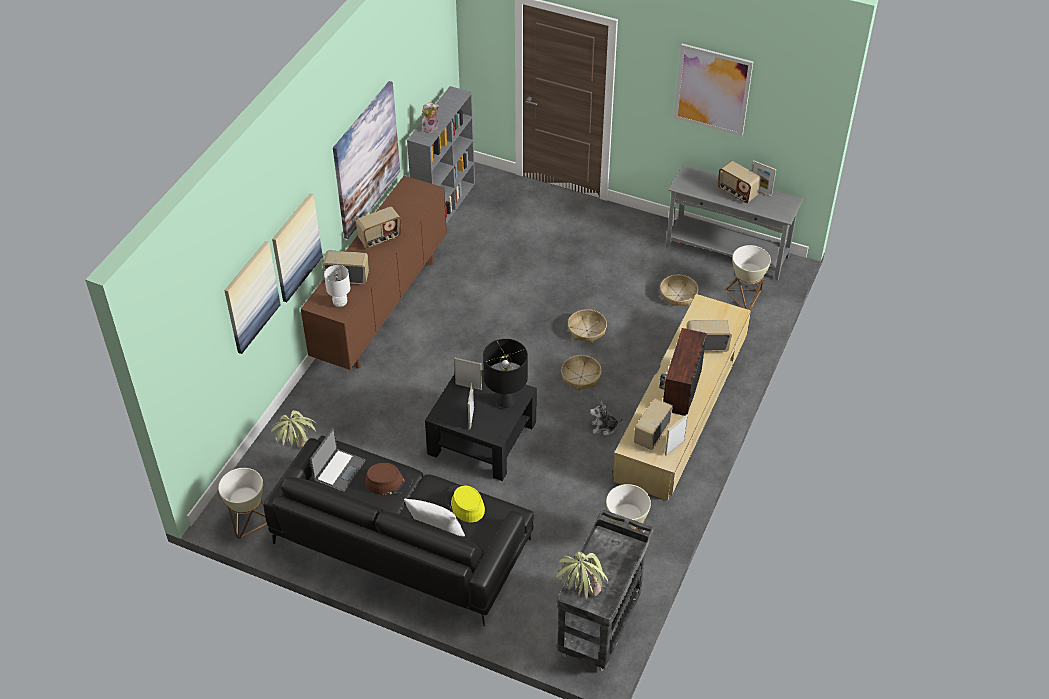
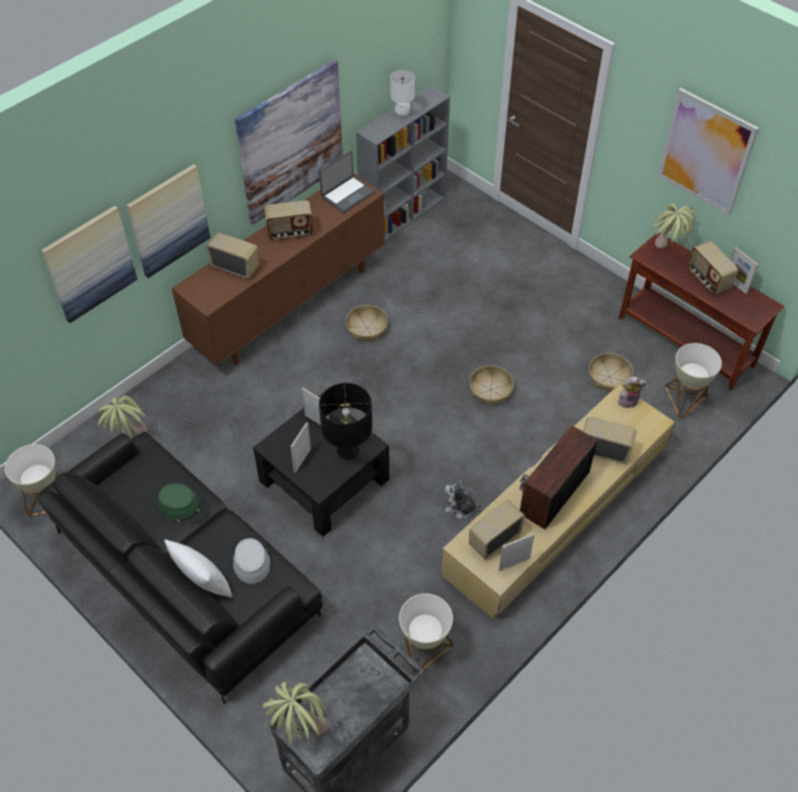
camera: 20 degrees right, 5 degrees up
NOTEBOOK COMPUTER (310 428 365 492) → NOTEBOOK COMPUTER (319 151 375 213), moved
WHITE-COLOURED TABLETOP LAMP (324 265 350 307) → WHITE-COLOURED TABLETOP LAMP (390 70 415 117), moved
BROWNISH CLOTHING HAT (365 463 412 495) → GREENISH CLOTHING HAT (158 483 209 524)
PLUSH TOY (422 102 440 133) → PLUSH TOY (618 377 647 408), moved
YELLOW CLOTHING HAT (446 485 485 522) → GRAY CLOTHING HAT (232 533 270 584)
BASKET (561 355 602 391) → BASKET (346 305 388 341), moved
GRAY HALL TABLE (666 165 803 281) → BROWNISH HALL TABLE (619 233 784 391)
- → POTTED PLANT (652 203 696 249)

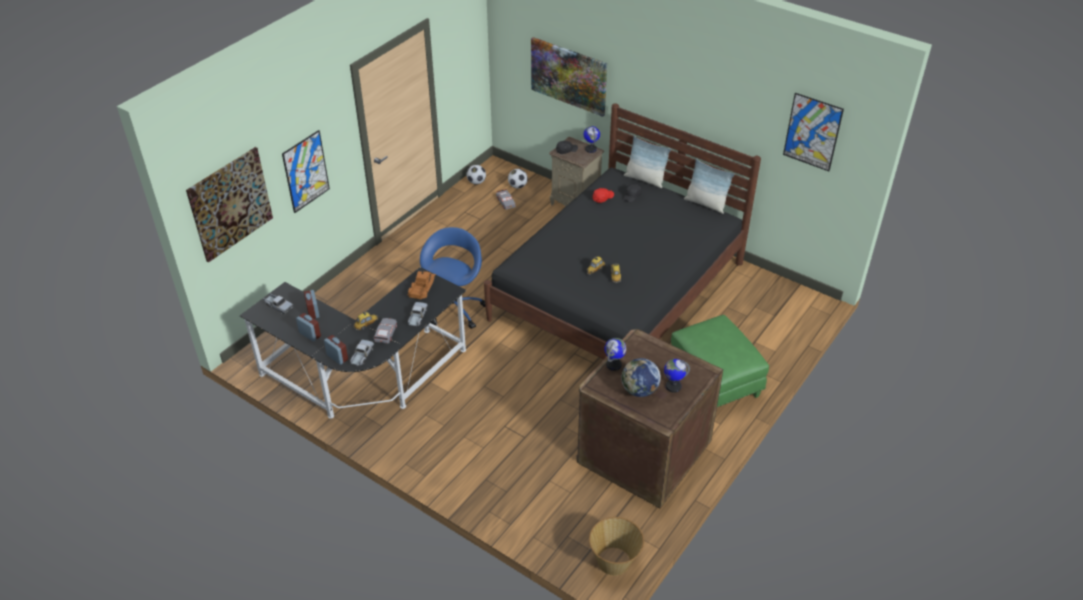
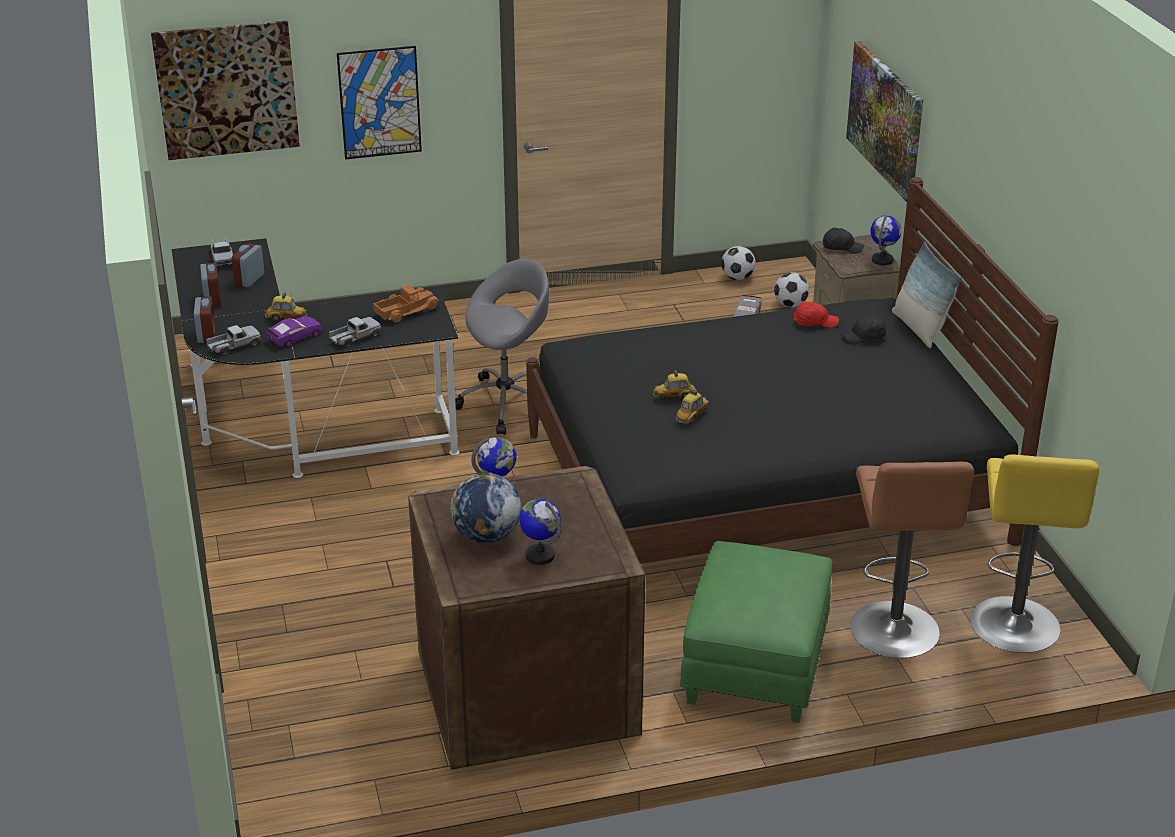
camera: 40 degrees right, 10 degrees down
GRAY MINIATURE CAR (374 318 397 344) → PURPLISH MINIATURE CAR (265 316 322 347)
BLUISH OFFICE CHAIR (420 227 485 329) → GRAY OFFICE CHAIR (455 258 549 435)
BASKET (589 517 644 576) → -
CUSHION (684 159 735 214) → -
WALL PICTURE (783 93 844 171) → -
- → BROWNISH STOOL (850 462 974 658)
- → YELLOW STOOL (970 454 1099 653)

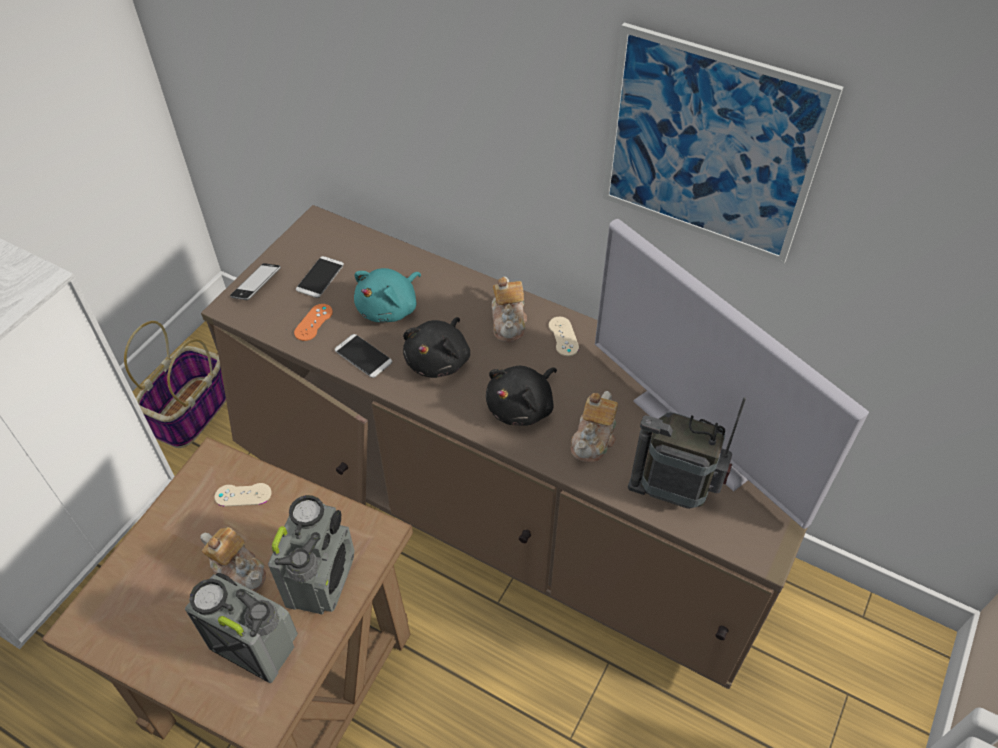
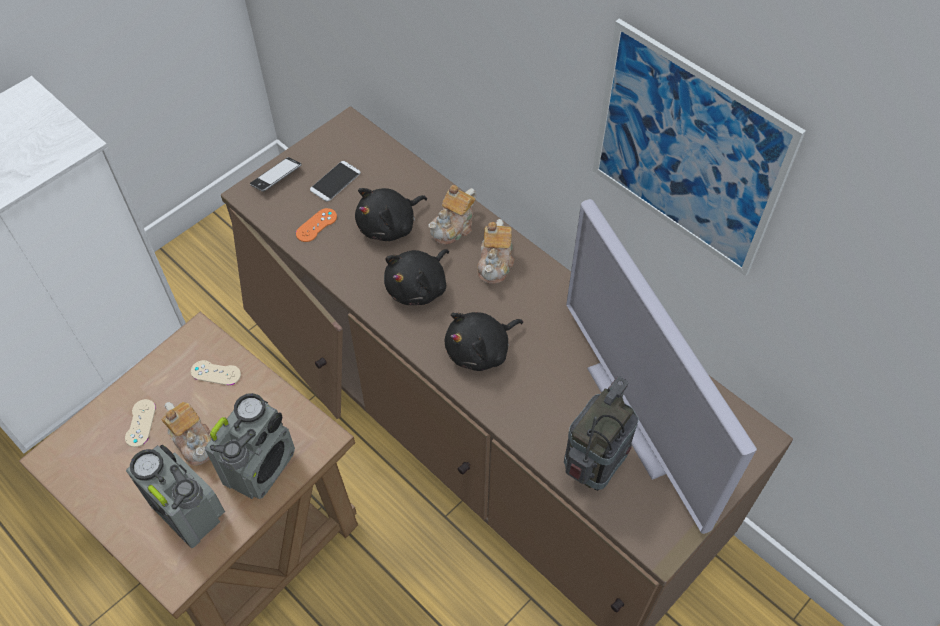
camera: 15 degrees right, 5 degrees up
BASKET (124 321 226 448) → -
HANDSET (335 334 392 378) → -
TURQUOISE PLUSH TOY (354 268 421 322) → BLACK PLUSH TOY (355 188 427 241)
SAND-COLOURED GAMEPAD (549 317 579 356) → SAND-COLOURED GAMEPAD (125 399 156 447), moved
TEAPOT (571 391 618 463) → TEAPOT (428 185 476 245), moved
RADIO SET (628 397 746 509) → RADIO SET (564 377 639 491), 90 degrees clockwise

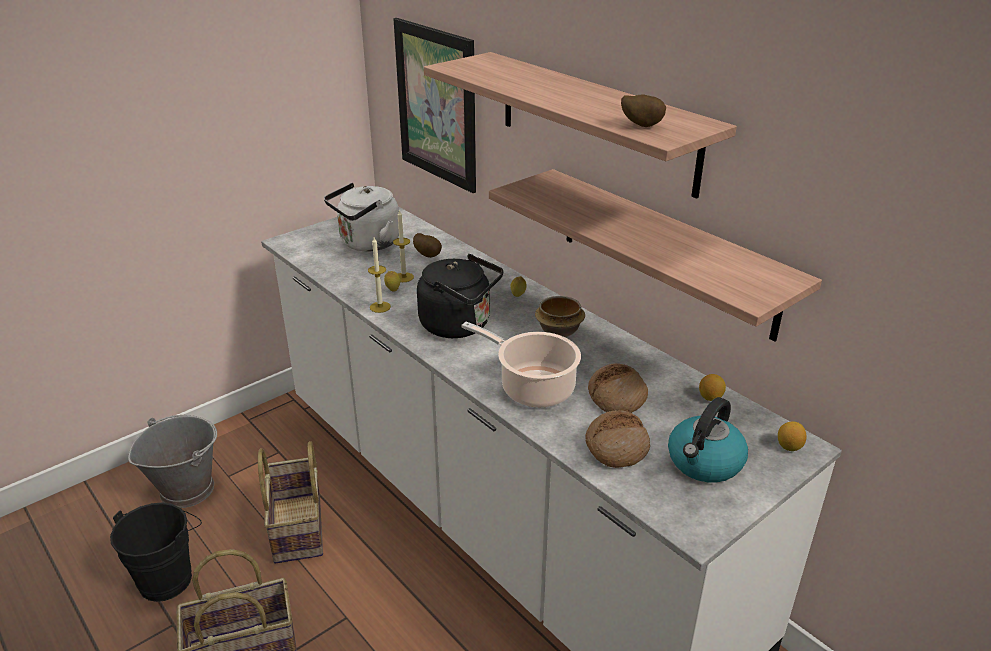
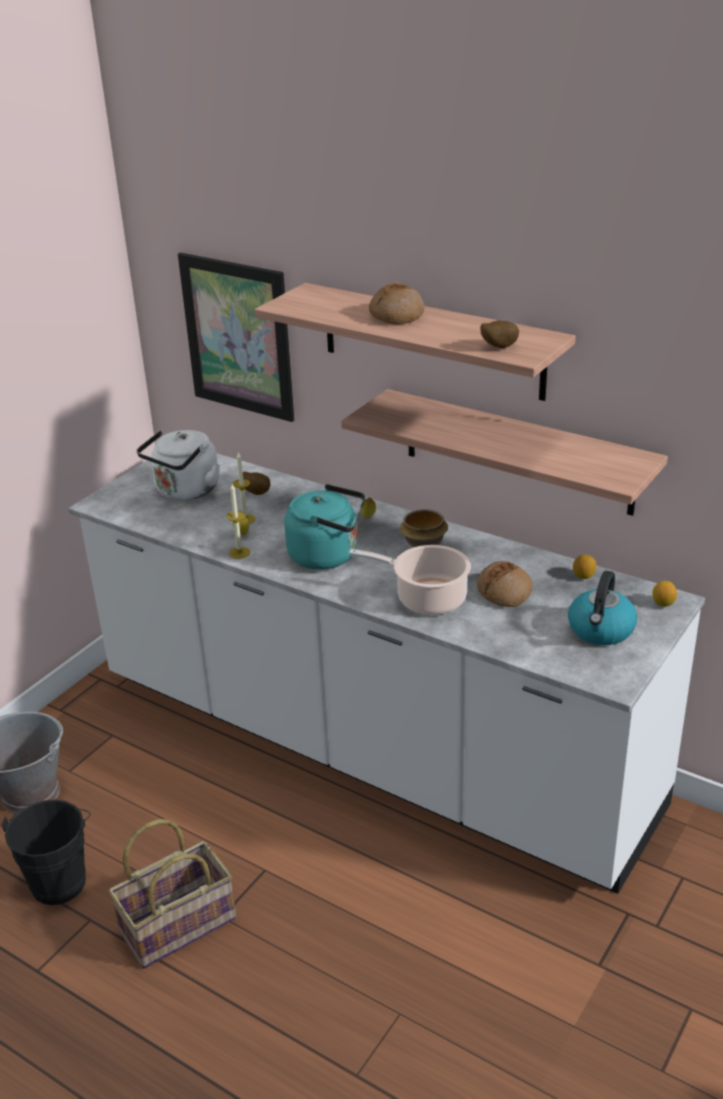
camera: 15 degrees left, 0 degrees up
BASKET (258 441 323 563) → -
BLACK KETTLE (417 254 504 338) → TURQUOISE KETTLE (284 484 365 570)
BAKED BREAD (585 410 650 468) → BAKED BREAD (369 282 424 325), moved

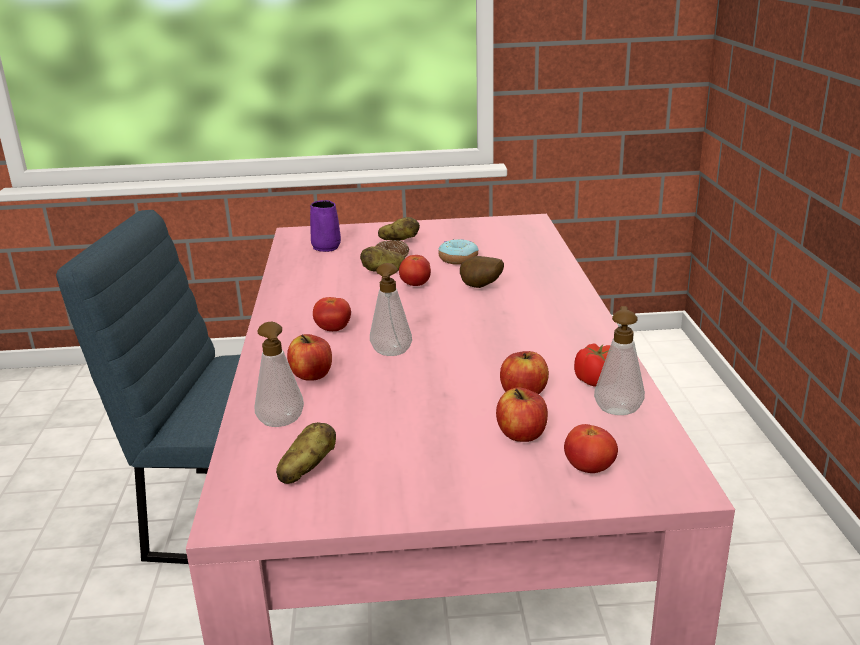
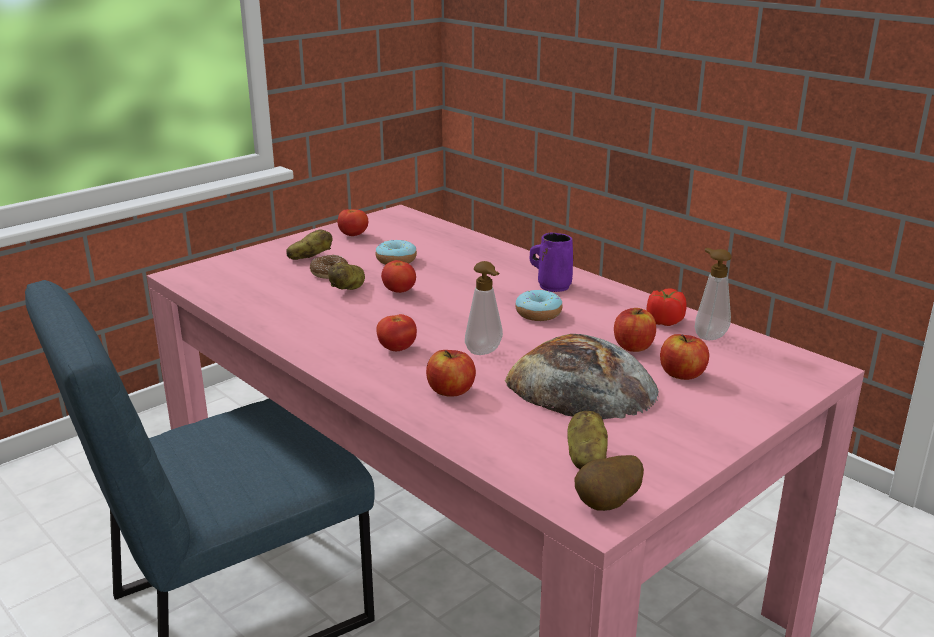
camera: 40 degrees left, 0 degrees up
LIQUID SOAP BOTTLE (254 322 304 427) → -
PURPLISH TEA MUG (310 200 341 252) → PURPLISH TEA MUG (530 233 573 292), moved
POTATO (460 256 504 288) → POTATO (575 455 644 511), moved
WHOLE TOMATO (564 424 618 473) → WHOLE TOMATO (338 209 368 236), moved
- → BAKED BREAD (505 334 659 419)
- → DONUT (515 290 563 321)

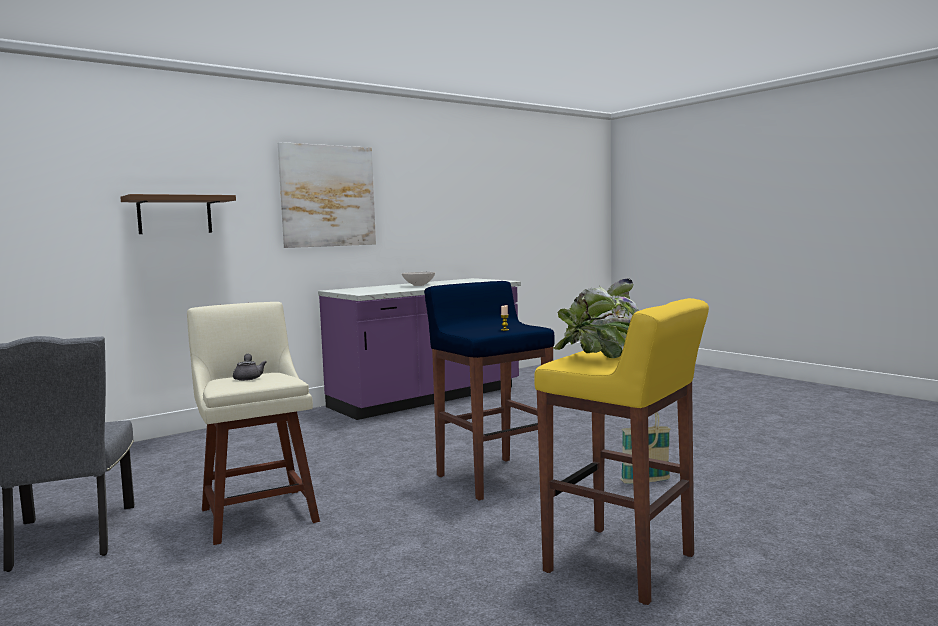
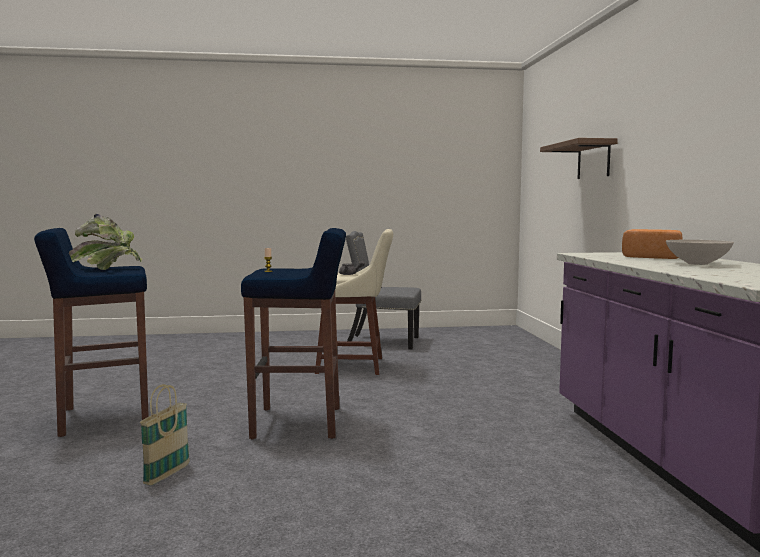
camera: 120 degrees right, 0 degrees up
WALL PICTURE (278 142 376 248) → -
YELLOW STOOL (534 298 709 605) → BLUISH STOOL (34 228 149 437)
- → BAKED BREAD (622 229 683 259)

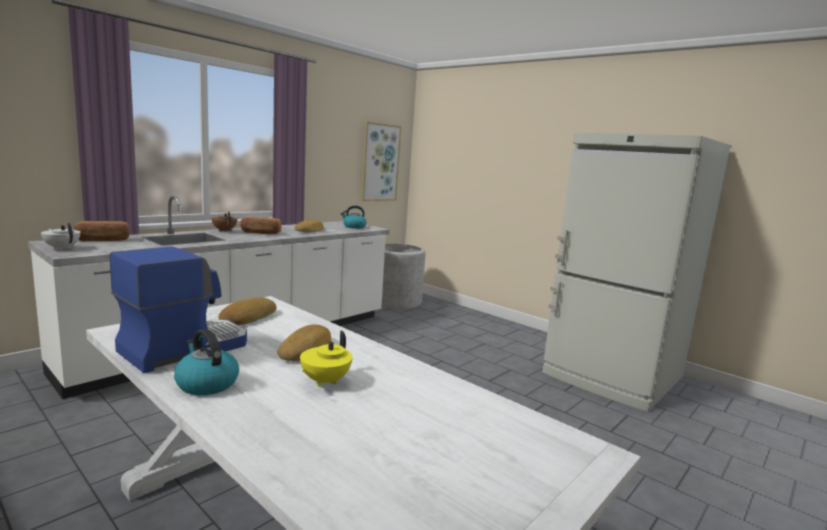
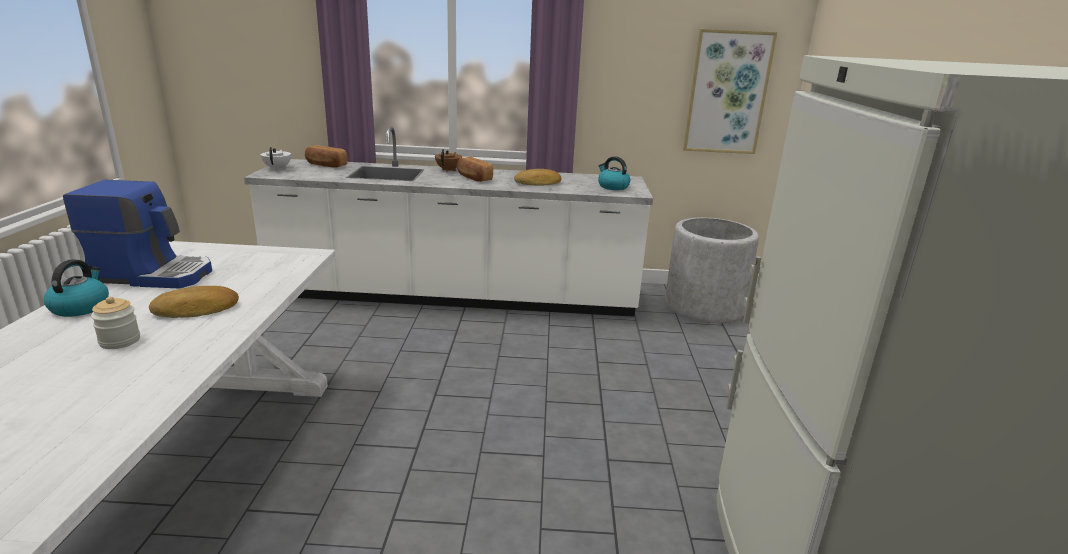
camera: 50 degrees right, 10 degrees up
BAKED BREAD (218 297 277 325) → -
YELLOW TEAPOT (300 330 353 387) → STORAGE JAR (91 297 140 349)

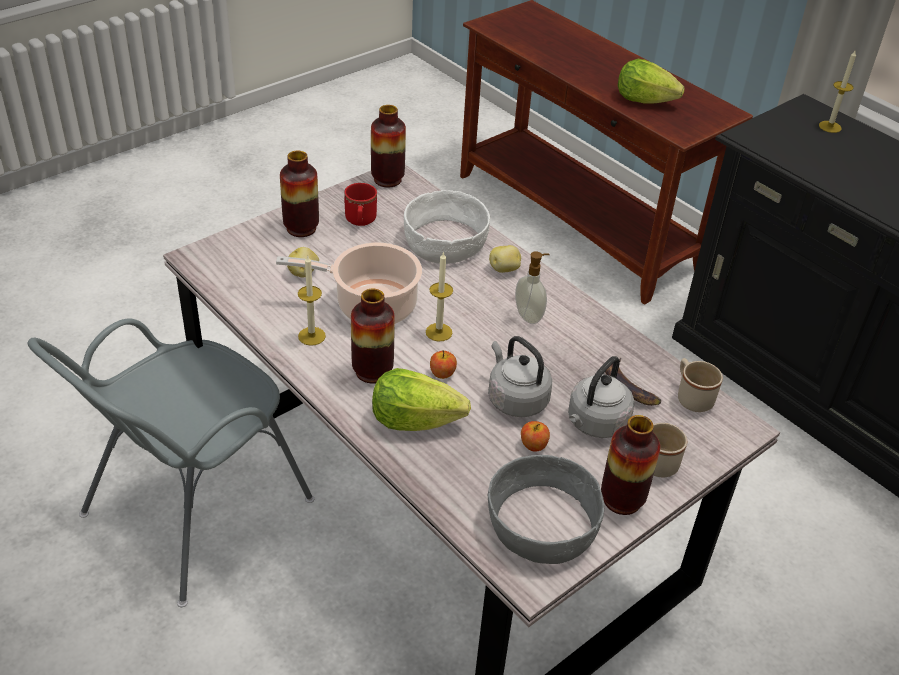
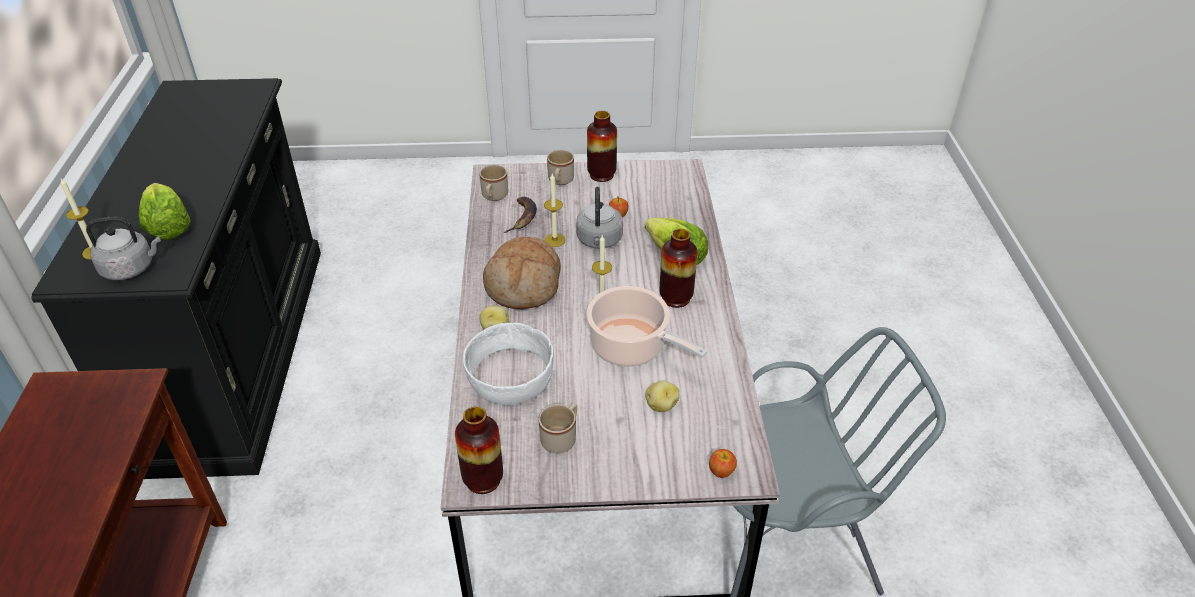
camera: 140 degrees left, 0 degrees up
VASE (280 151 319 237) → -
WAX LIGHT (298 256 326 346) → WAX LIGHT (544 174 566 247), moved
RED TEA MUG (344 183 377 226) → SAND-COLOURED TEA MUG (539 403 577 453)
APPLE FRUIT (430 350 457 379) → APPLE FRUIT (709 449 737 478), moved
GRAY BOWL (488 455 604 564) → -
LIQUID SOAP BOTTLE (515 251 550 324) → BAKED BREAD (483 237 561 309)
GRAY KETTLE (568 356 634 438) → GRAY KETTLE (86 217 161 280), moved
LETTUCE HEAD (618 59 684 104) → LETTUCE HEAD (139 183 190 240), moved

